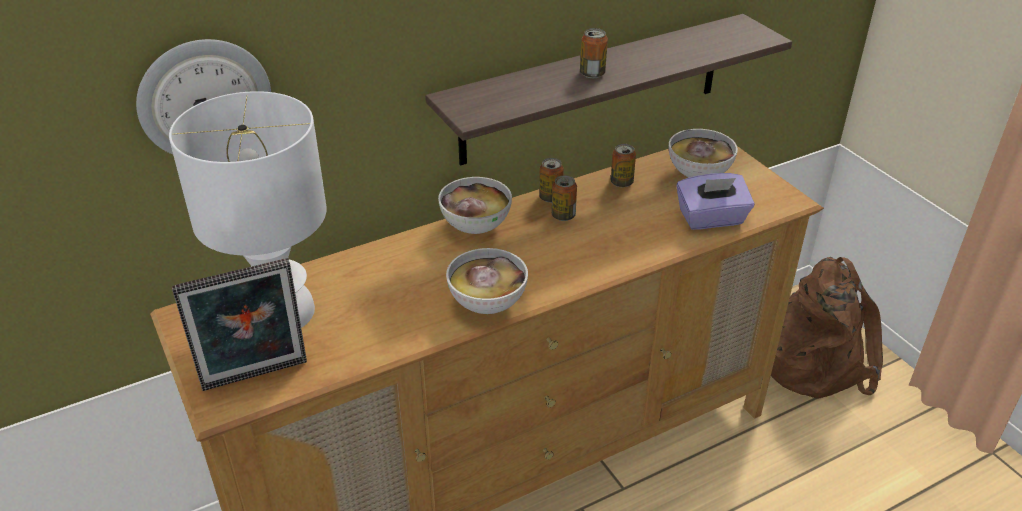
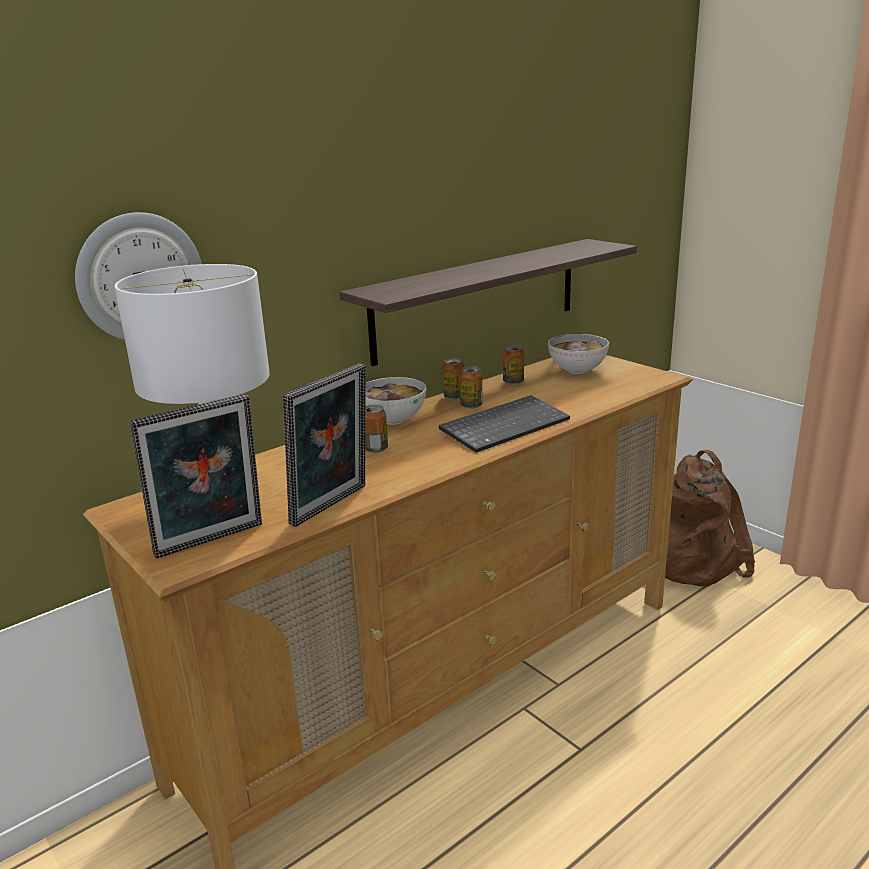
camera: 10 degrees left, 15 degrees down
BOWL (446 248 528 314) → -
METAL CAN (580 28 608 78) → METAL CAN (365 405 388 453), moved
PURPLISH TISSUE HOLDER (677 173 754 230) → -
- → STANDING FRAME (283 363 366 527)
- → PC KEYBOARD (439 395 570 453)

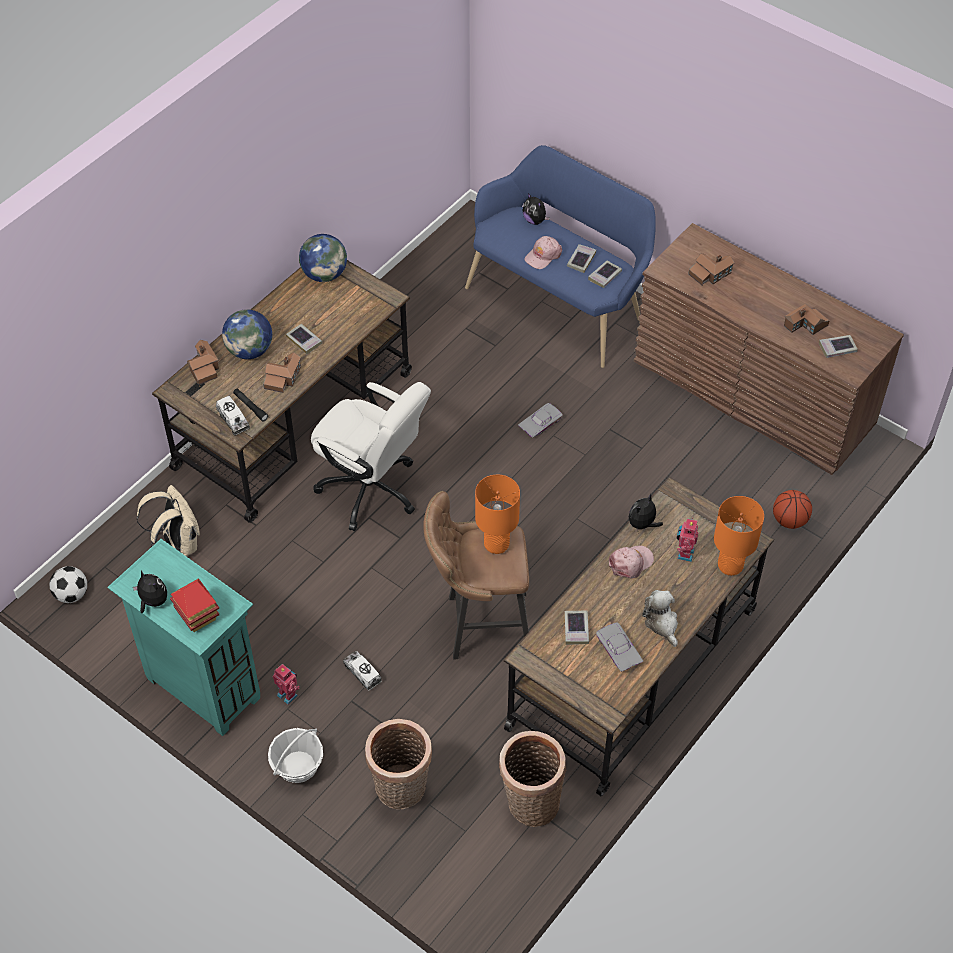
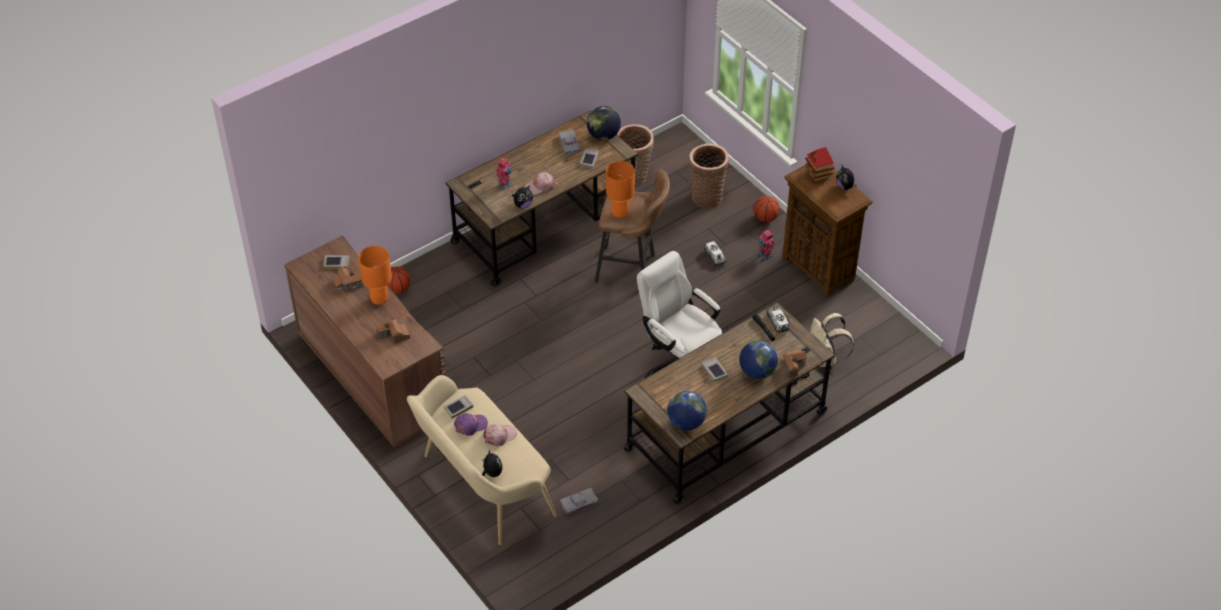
camera: 165 degrees left, 5 degrees down
FOOTBALL (49 566 87 603) → -
TURQUOISE STORAGE CABINET (107 539 260 736) → BROWNISH STORAGE CABINET (783 165 873 297)
MINIATURE HOUSE (263 352 301 393) → -
BASKET (268 728 323 783) → BASKETBALL (753 196 780 222)
BLUISH INDOOR BENCH (465 145 656 368) → SAND-COLOURED INDOOR BENCH (407 375 557 545)
GRAY MINIATURE CAR (518 403 563 438) → GRAY MINIATURE CAR (560 488 598 514), moved
VOLUME (567 244 596 273) → PURPLISH BASEBALL CAP (454 413 488 436)
PLUSH TOY (642 590 678 647) → -
ORANGEY TABLETOP LAMP (714 496 764 576) → ORANGEY TABLETOP LAMP (358 246 392 305), moved
- → DESK GLOBE (587 106 621 140)

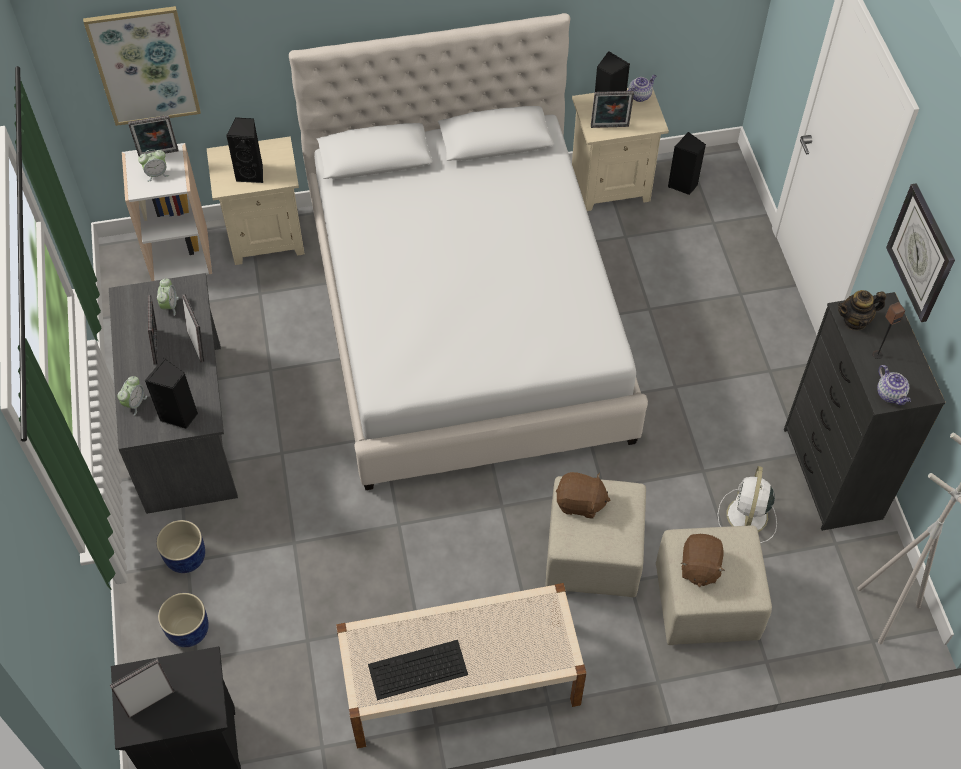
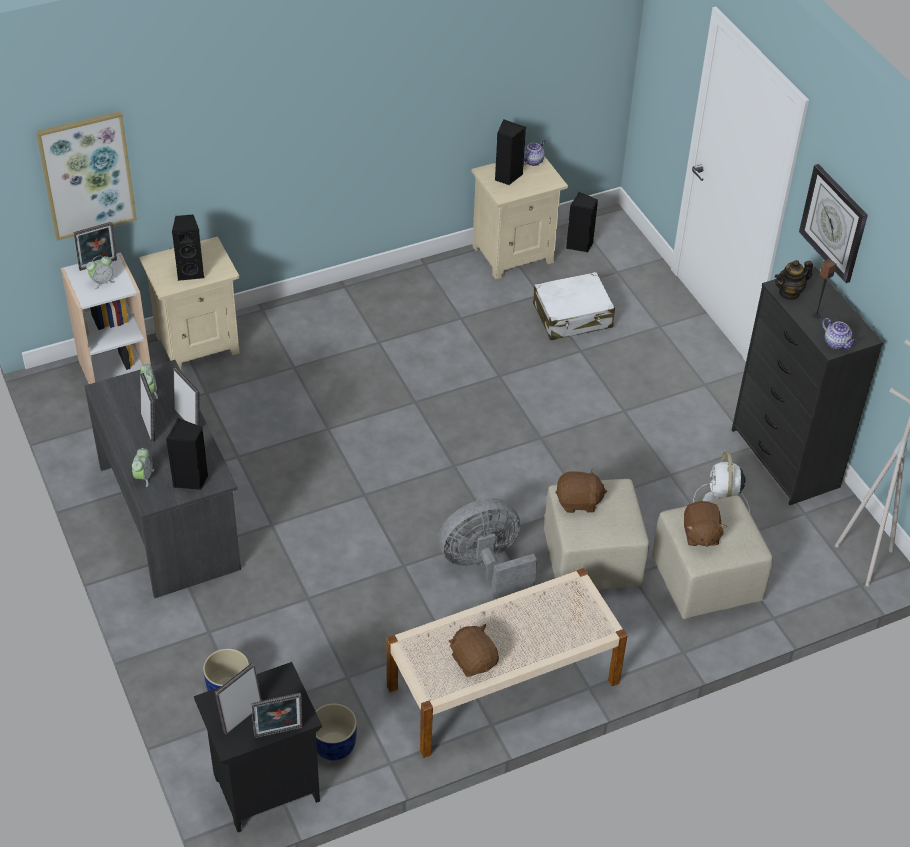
camera: 15 degrees left, 10 degrees down
BLUISH PLANTER (156 520 205 573) → BLUISH PLANTER (316 703 357 761), moved
WHITE-COLOURED BEDROOM BED (289 13 648 490) → -
PC KEYBOARD (368 640 468 700) → BROWNISH PLUSH TOY (449 624 499 677)
STANDING FRAME (591 91 634 128) → STANDING FRAME (251 693 303 738), moved
- → GRAY ELECTRIC FAN (438 498 537 599)
- → WHITE-COLOURED TRAVEL CASE (533 272 615 340)

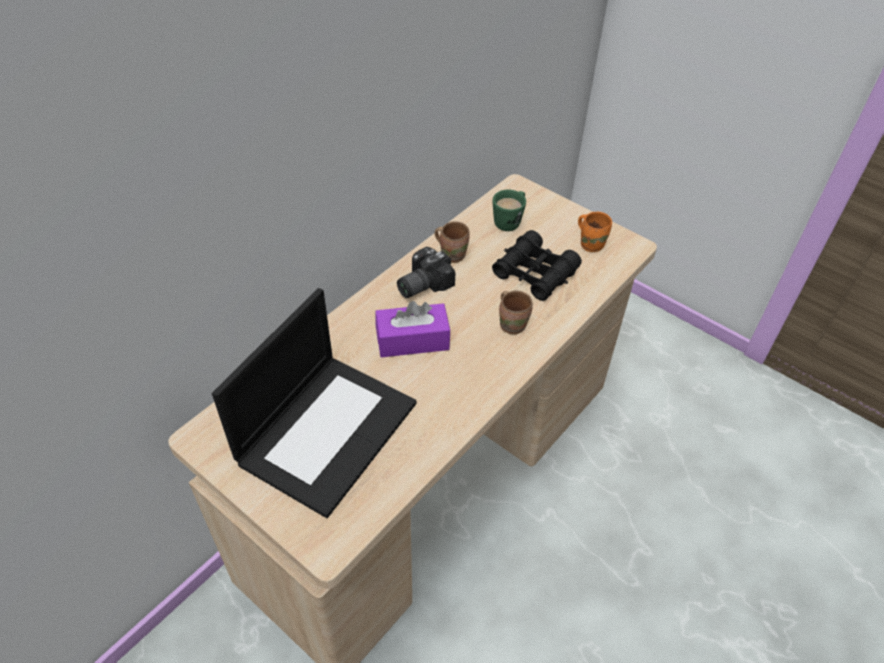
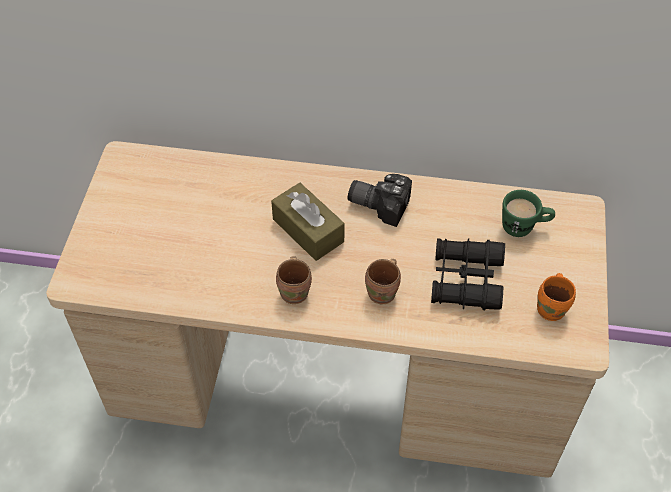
camera: 60 degrees right, 5 degrees up
NOTEBOOK COMPUTER (212 288 417 518) → -
PURPLISH TISSUE HOLDER (375 301 450 357) → BROWNISH TISSUE HOLDER (271 183 345 261)
BROWNISH TEA MUG (435 221 470 263) → BROWNISH TEA MUG (276 256 312 304), moved

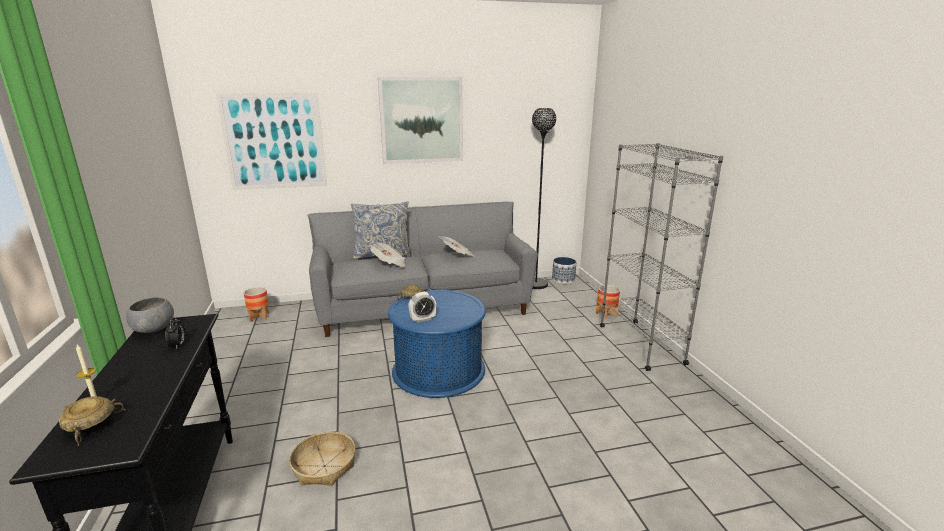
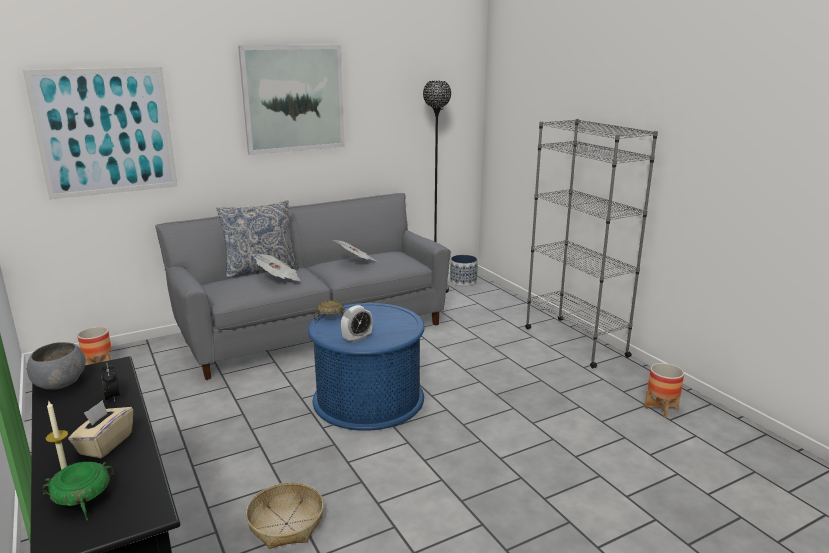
camera: 15 degrees left, 0 degrees up
SAND-COLOURED BOWL (59 396 126 446) → GREENISH BOWL (43 462 115 521)
PLANTER (596 285 620 320) → PLANTER (645 363 684 418), moved
- → SAND-COLOURED TISSUE HOLDER (68 400 133 458)

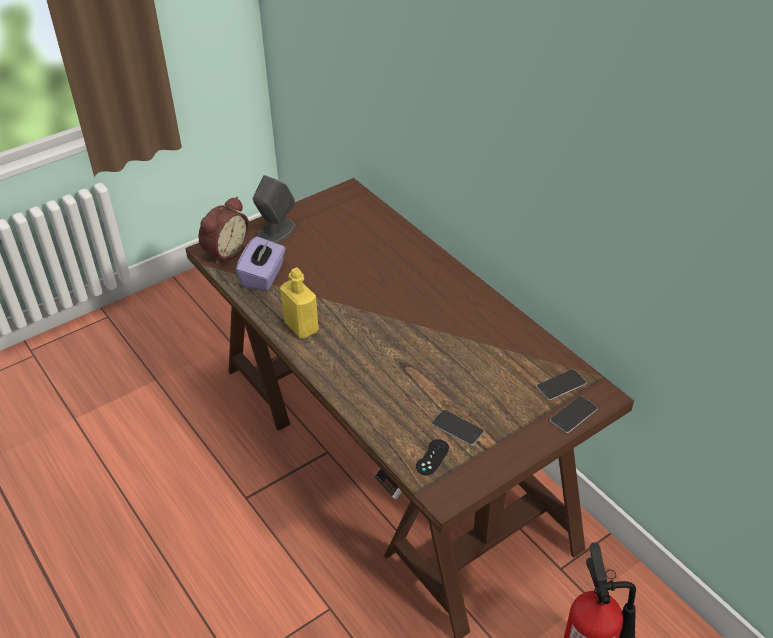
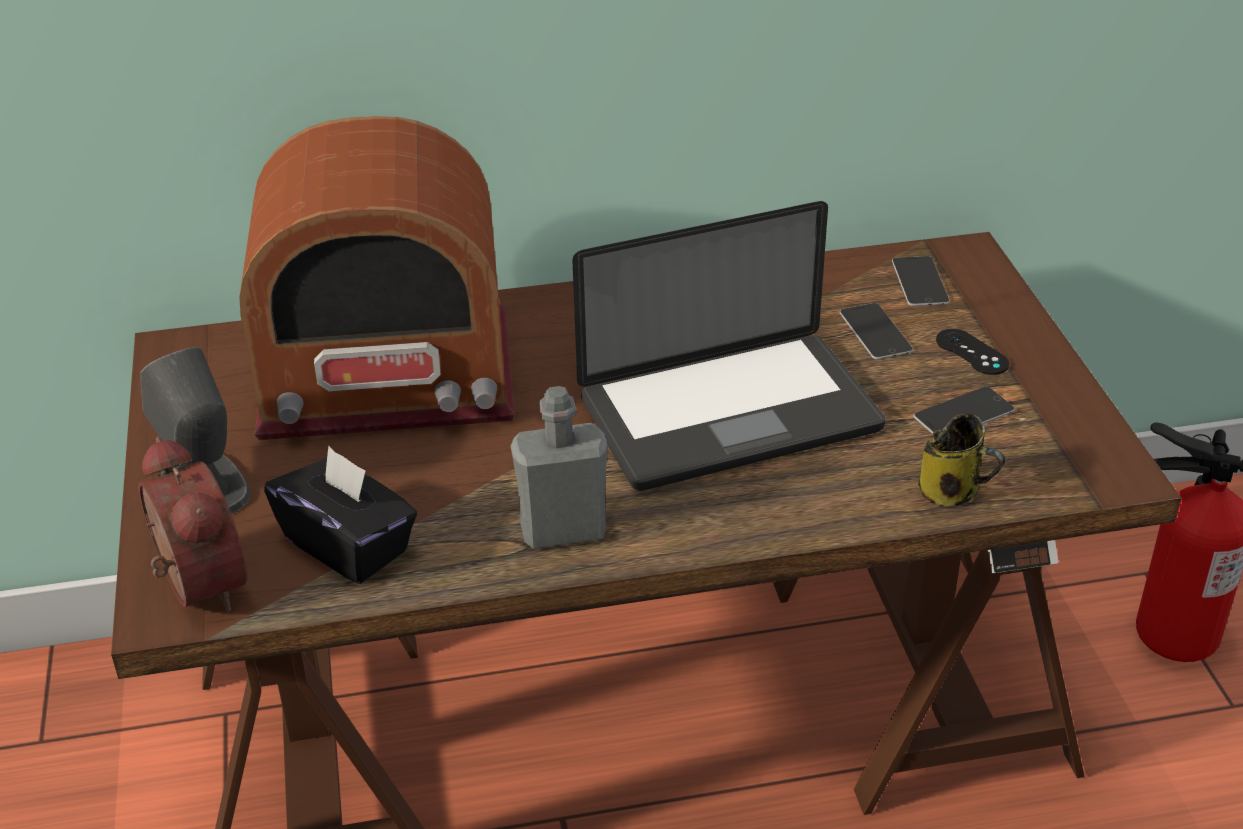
camera: 65 degrees left, 5 degrees down
PURPLISH TISSUE HOLDER (236 236 286 291) → BLACK TISSUE HOLDER (264 446 417 584)
YELLOW BEVERAGE BOTTLE (280 267 319 338) → GRAY BEVERAGE BOTTLE (511 386 608 549)
BLACK GAMEPAD (416 439 449 475) → BLACK GAMEPAD (936 329 1009 375), moved
HANDSET (550 396 598 433) → HANDSET (839 303 913 360), moved
- → RADIO SET (239 116 515 440)
- → NOTEBOOK COMPUTER (572 201 886 491)
- → TEA MUG (918 413 1005 507)

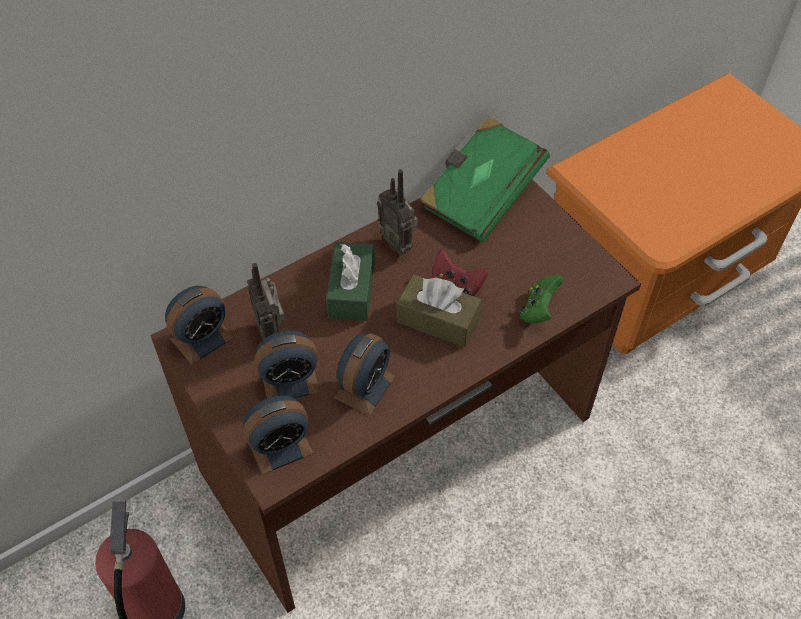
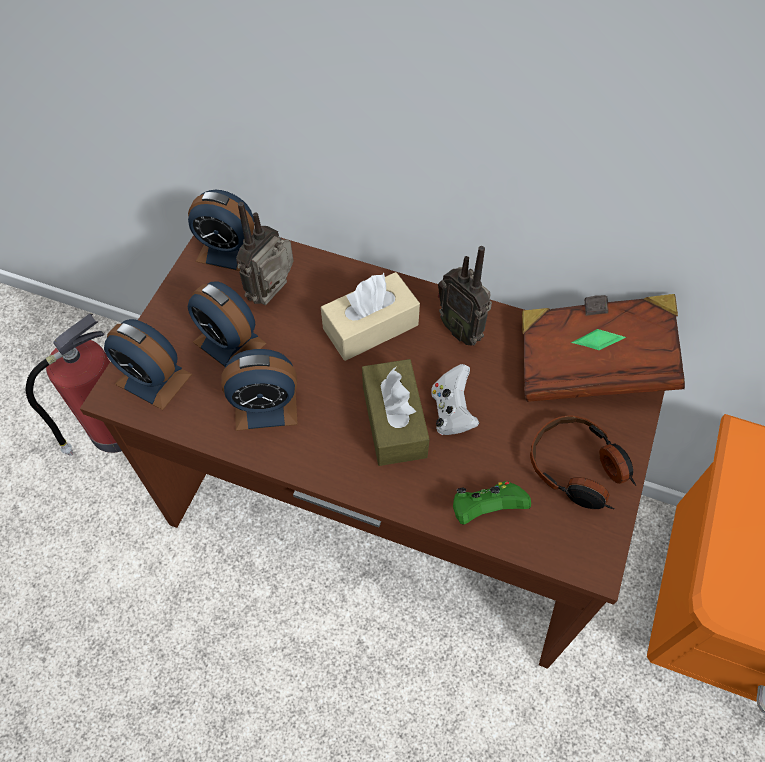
camera: 55 degrees right, 5 degrees up
GREENISH TISSUE HOLDER (326 242 375 321) → SAND-COLOURED TISSUE HOLDER (321 272 420 361)
RADIO SET (377 169 418 254) → RADIO SET (438 246 492 345), 60 degrees counterclockwise
GREENISH VOLUME (420 116 550 242) → BROWNISH VOLUME (522 294 685 402)
RED GAMEPAD (433 249 488 296) → WHITE-COLOURED GAMEPAD (431 364 479 435)
- → HEADPHONES (530 415 636 510)

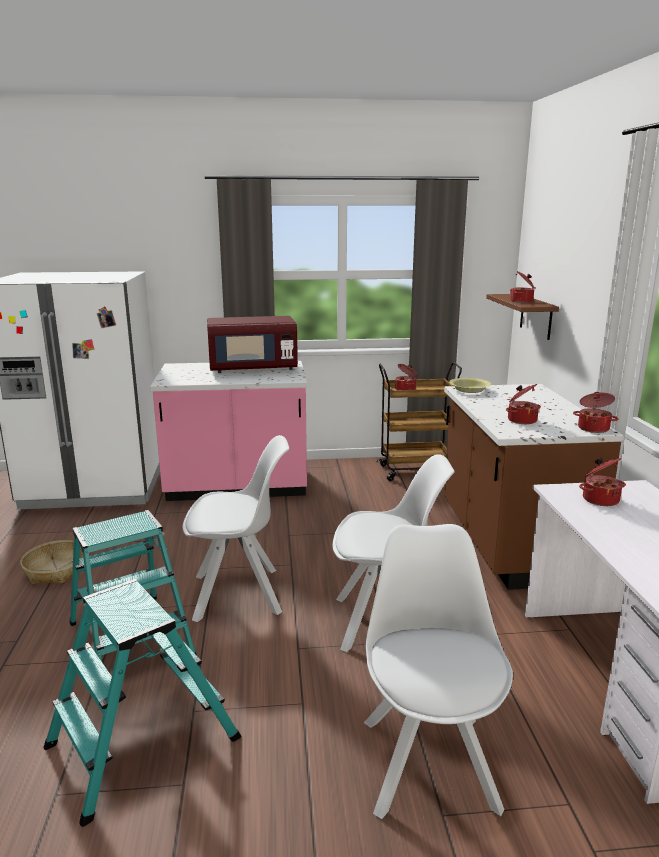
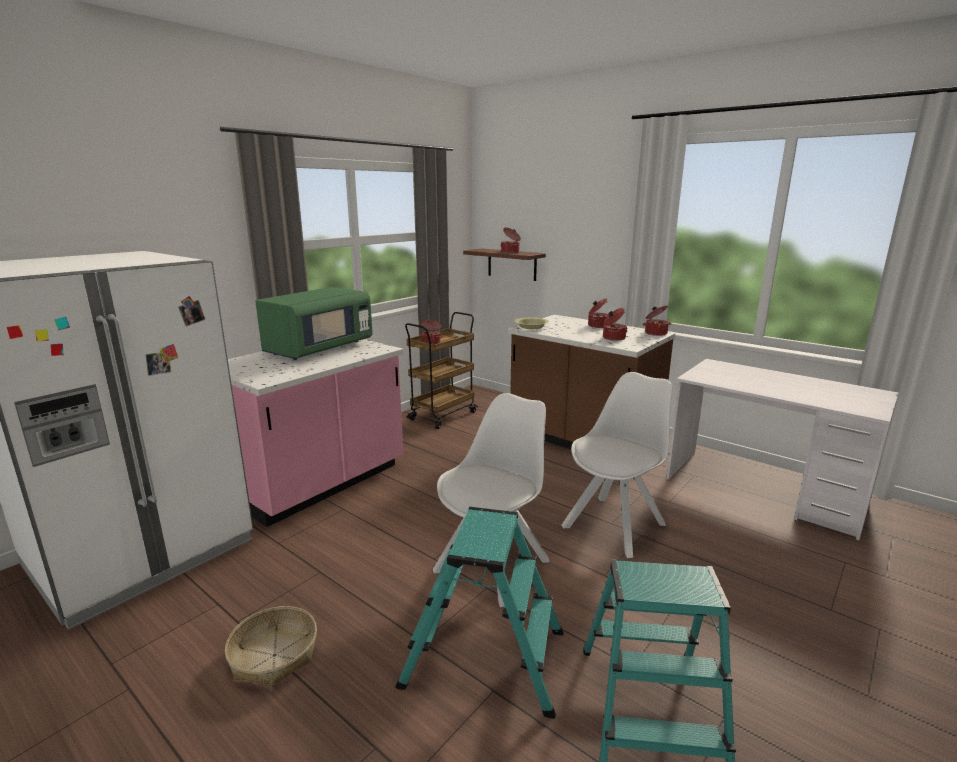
camera: 45 degrees left, 0 degrees up
RED MICROWAVE OVEN (207 316 298 373) → GREENISH MICROWAVE OVEN (255 287 373 360)
WHITE-COLOURED UPRIGHT CHAIR (364 524 513 819) → -
COOKING POT (579 458 626 506) → COOKING POT (588 298 609 328), moved

